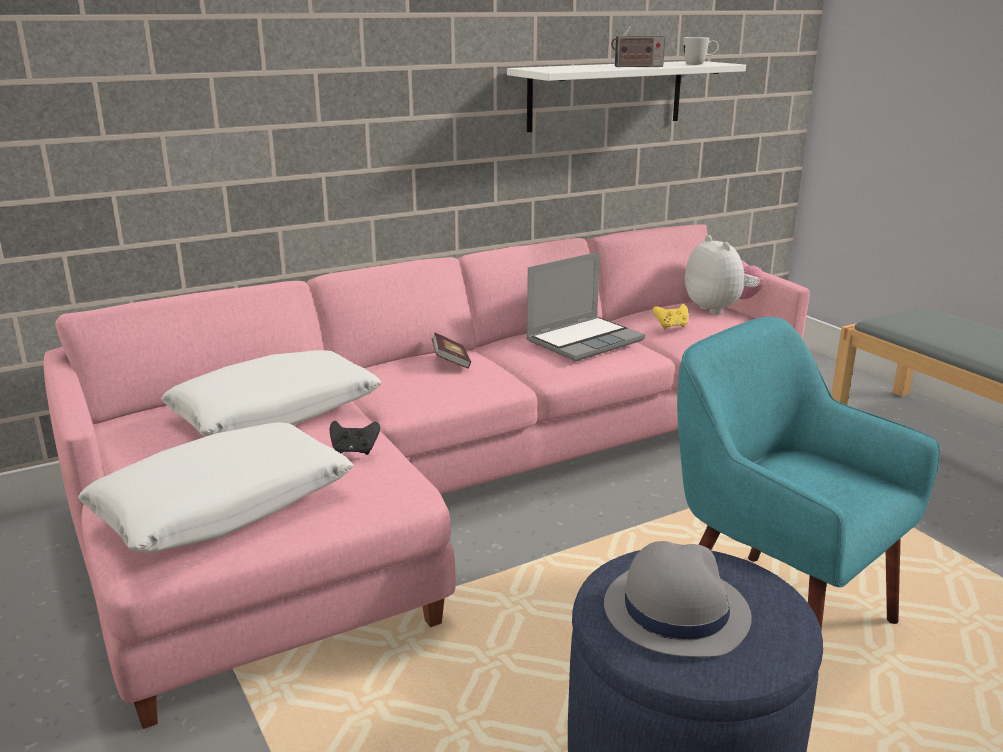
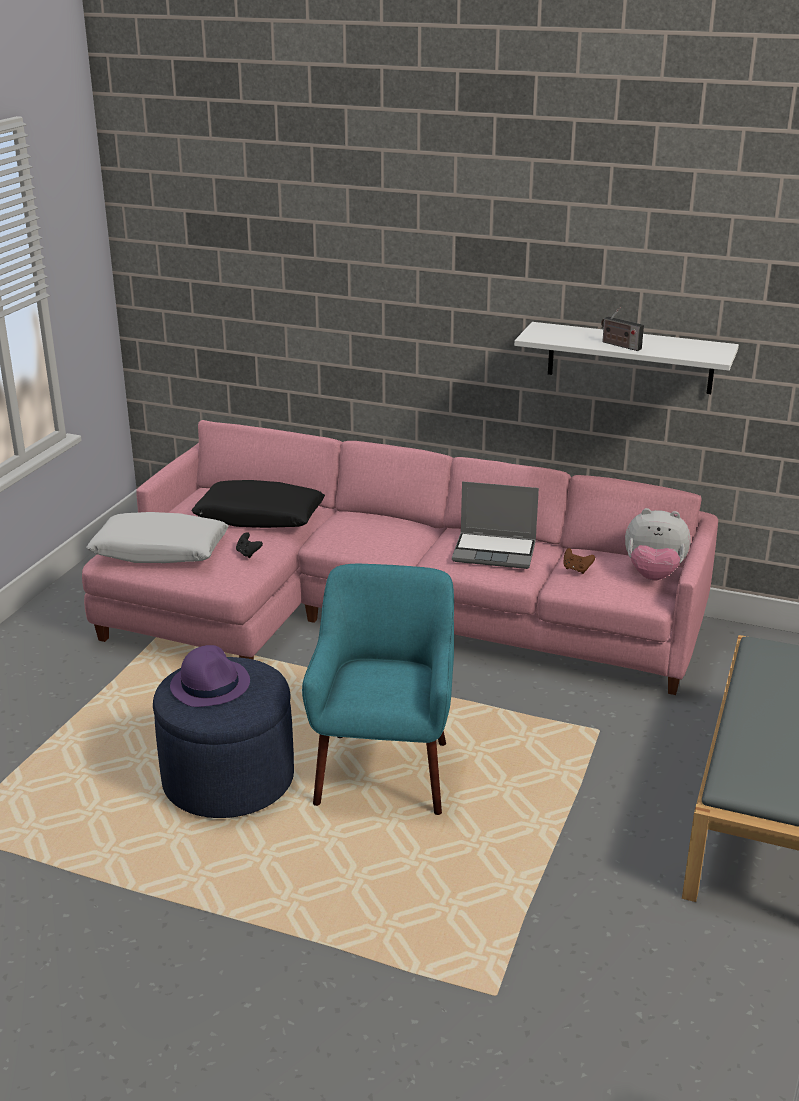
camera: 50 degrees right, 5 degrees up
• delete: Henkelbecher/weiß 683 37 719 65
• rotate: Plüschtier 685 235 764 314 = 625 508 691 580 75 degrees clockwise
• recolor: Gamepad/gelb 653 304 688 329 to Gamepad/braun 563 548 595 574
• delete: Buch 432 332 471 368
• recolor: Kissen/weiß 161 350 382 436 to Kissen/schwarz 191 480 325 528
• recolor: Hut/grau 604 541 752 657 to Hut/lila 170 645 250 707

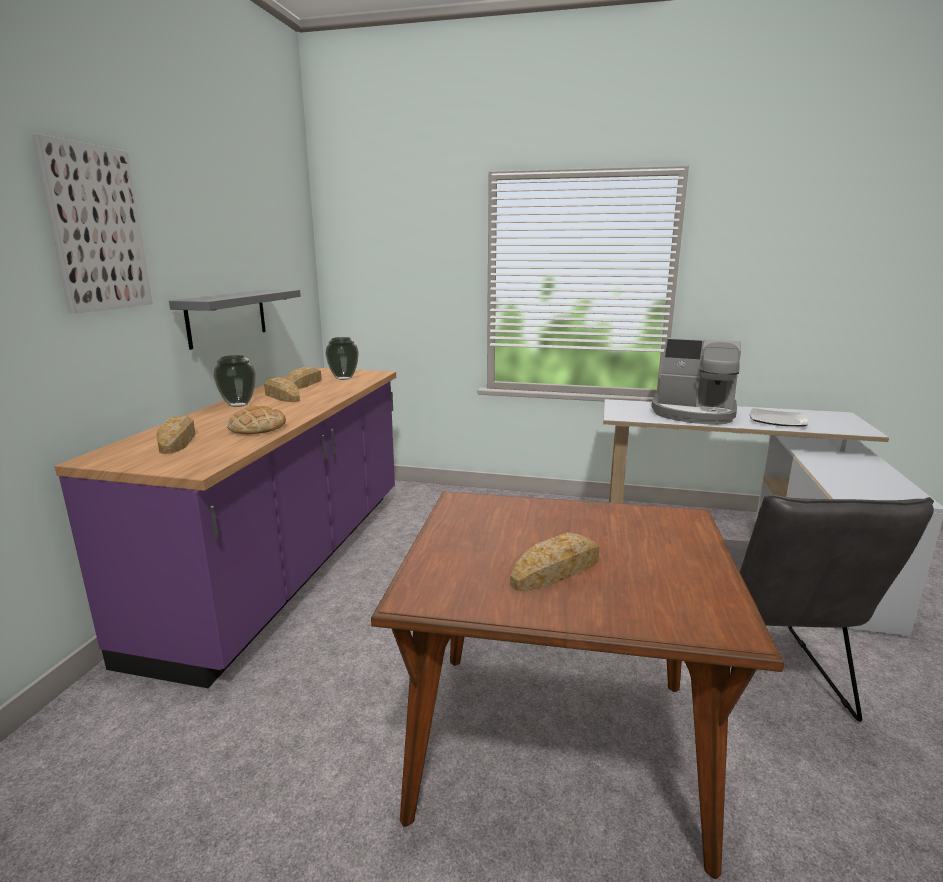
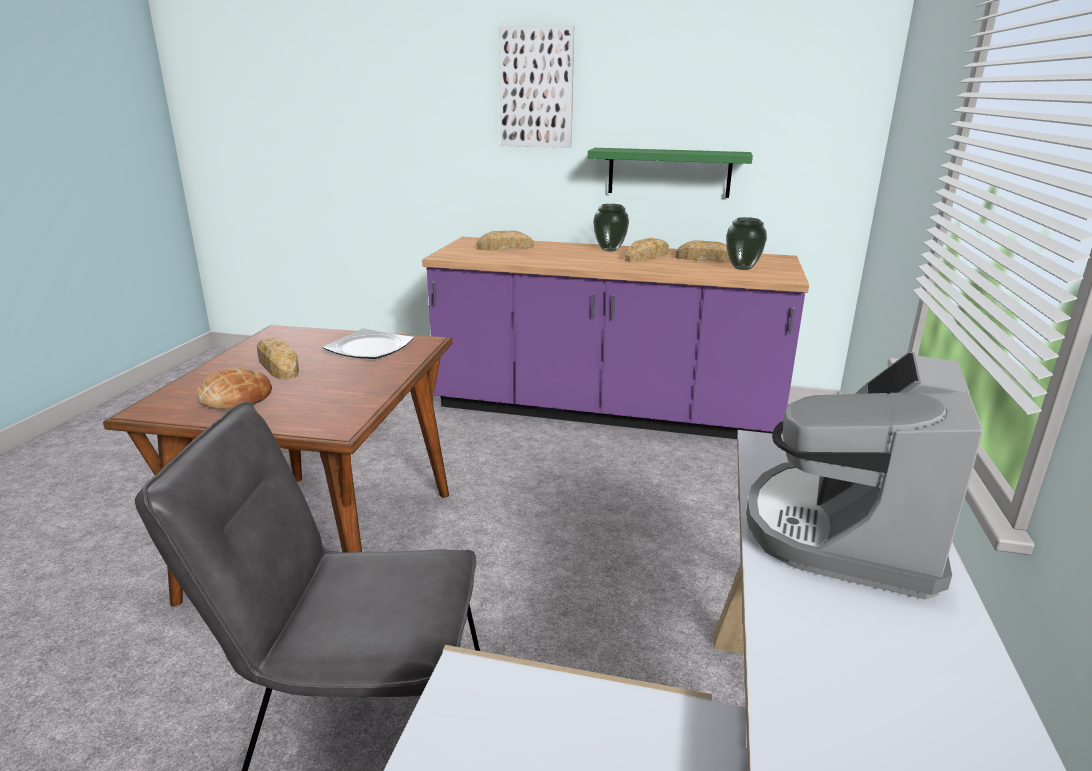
camera: 90 degrees right, 5 degrees up
• recolor: Wandregal/grau 169 289 301 350 to Wandregal/grün 588 148 753 198
• move: Brot 227 406 286 434 to 197 368 272 409
• move: Teller 750 408 808 426 to 322 328 414 359

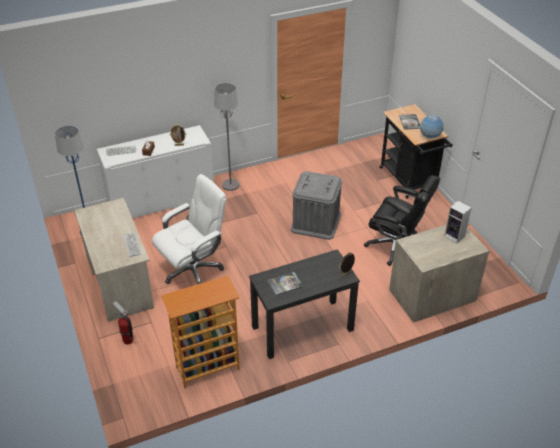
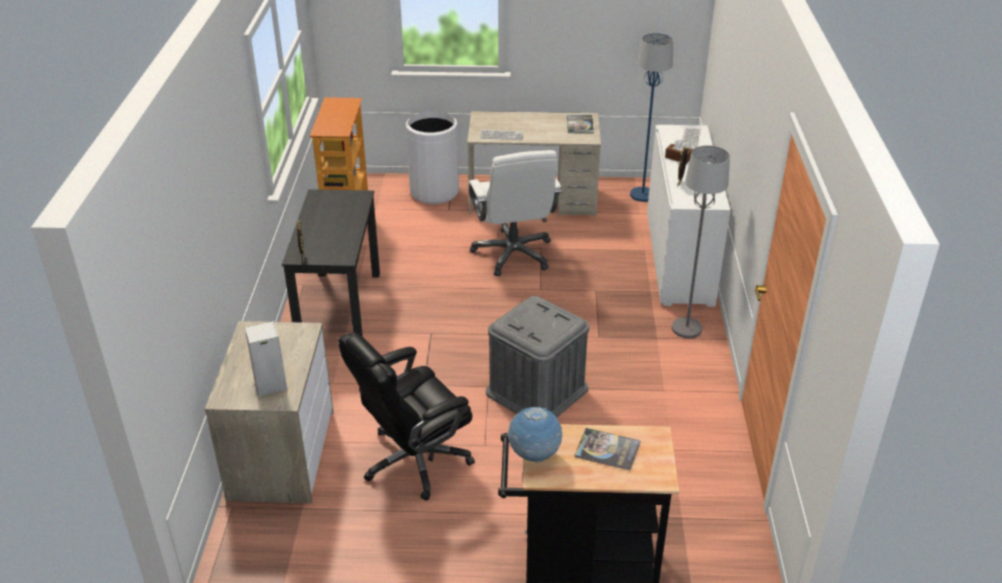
camera: 115 degrees right, 5 degrees down
• move: Buch 267 272 304 296 to 567 115 594 134
• replace: Feuerlöscher 113 301 133 344 to Mülleimer/weiß 406 111 459 204

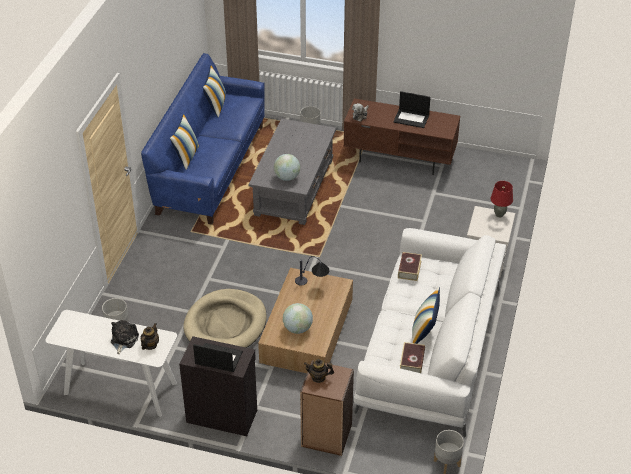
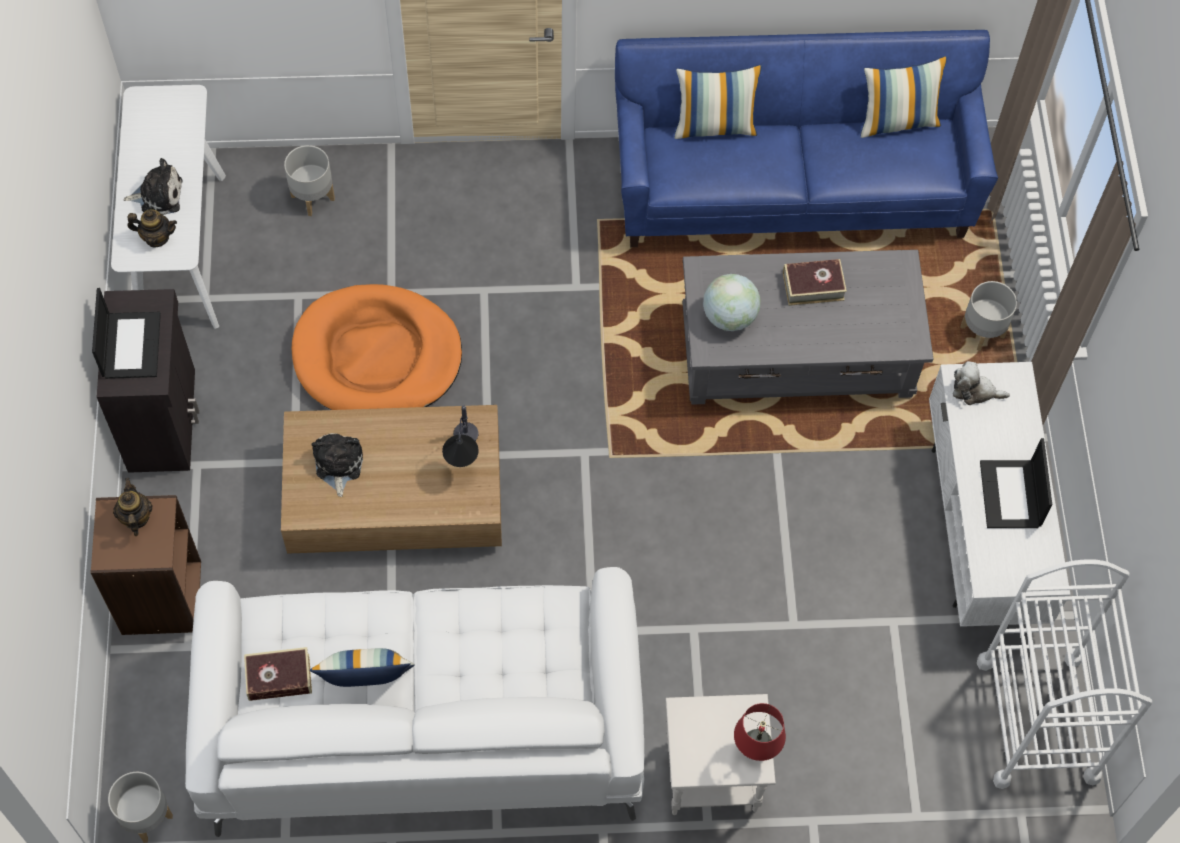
camera: 70 degrees right, 20 degrees up
• recolor: Fernsehschrank/braun 343 98 460 175 to Fernsehschrank/weiß 929 362 1070 627
• move: Buch 398 252 422 281 to 783 259 847 306
• recolor: Hundebett/beige 183 289 266 348 to Hundebett/orange 292 284 462 410
• replace: Globus 283 303 313 334 to Plüschtier 311 433 363 497
• insert: Rollwagen/weiß 977 559 1152 789

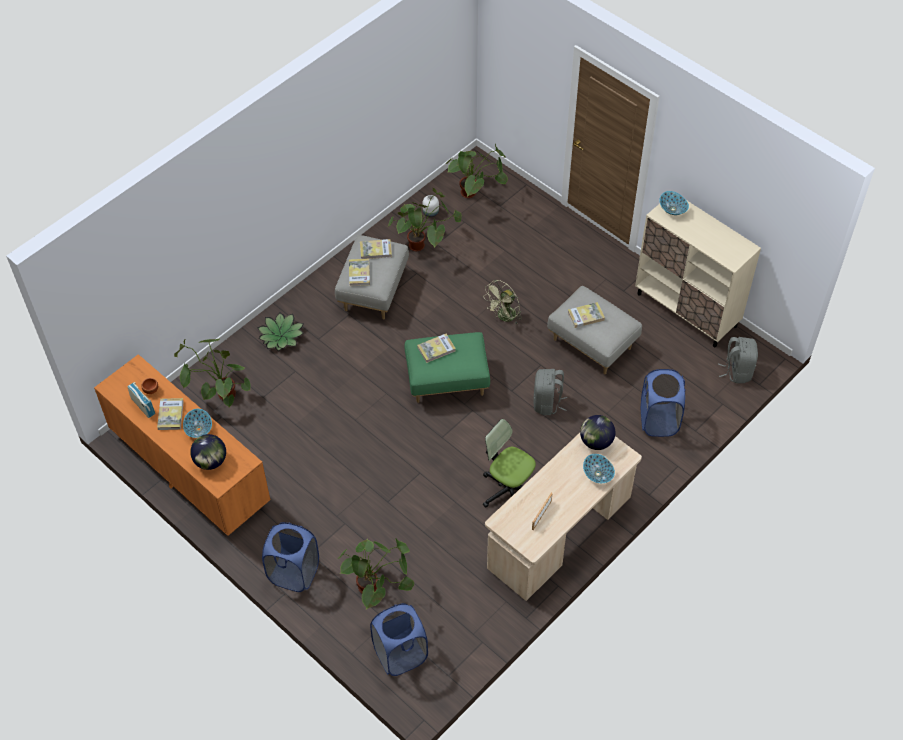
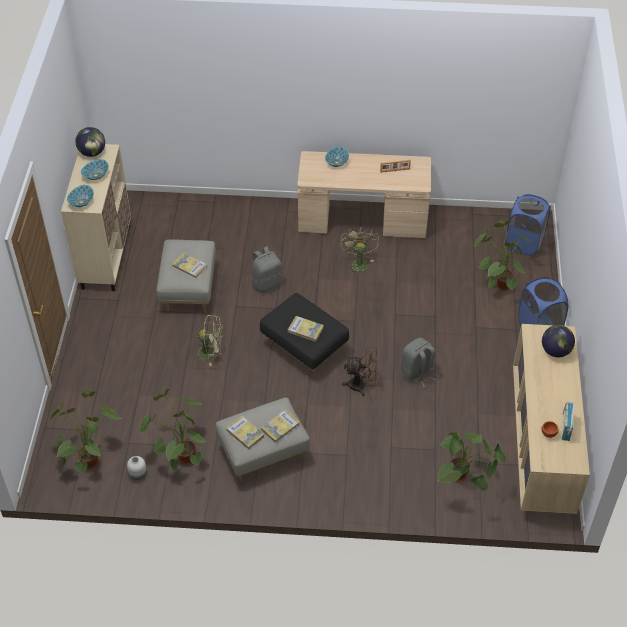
camera: 130 degrees left, 5 degrees down
• delete: Topfpflanze 258 313 304 351
• recolor: Polsterhocker/grün 404 332 490 403 to Polsterhocker/schwarz 260 293 349 376
• move: Rucksack/grau 718 337 758 383 to 401 338 436 387
• recolor: Kommode/orange 94 354 270 536 to Kommode/beige 513 324 590 514
• delete: Wäschekorb/blau 641 369 686 437
• delete: Buch 157 398 184 430
• move: Schüssel 183 409 212 438 to 81 159 109 180
• move: Globus 580 415 616 450 to 76 127 105 157
• replace: Bürostuhl 483 419 536 508 to Ventilator/grün 340 228 379 276
• insert: Ventilator/braun 342 347 377 396

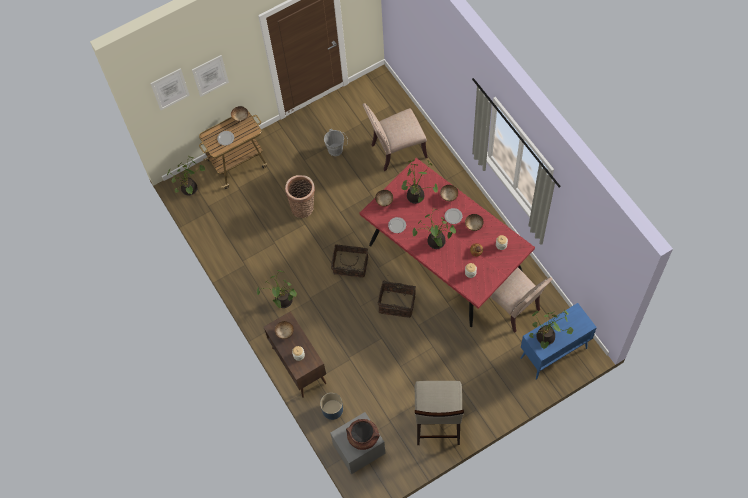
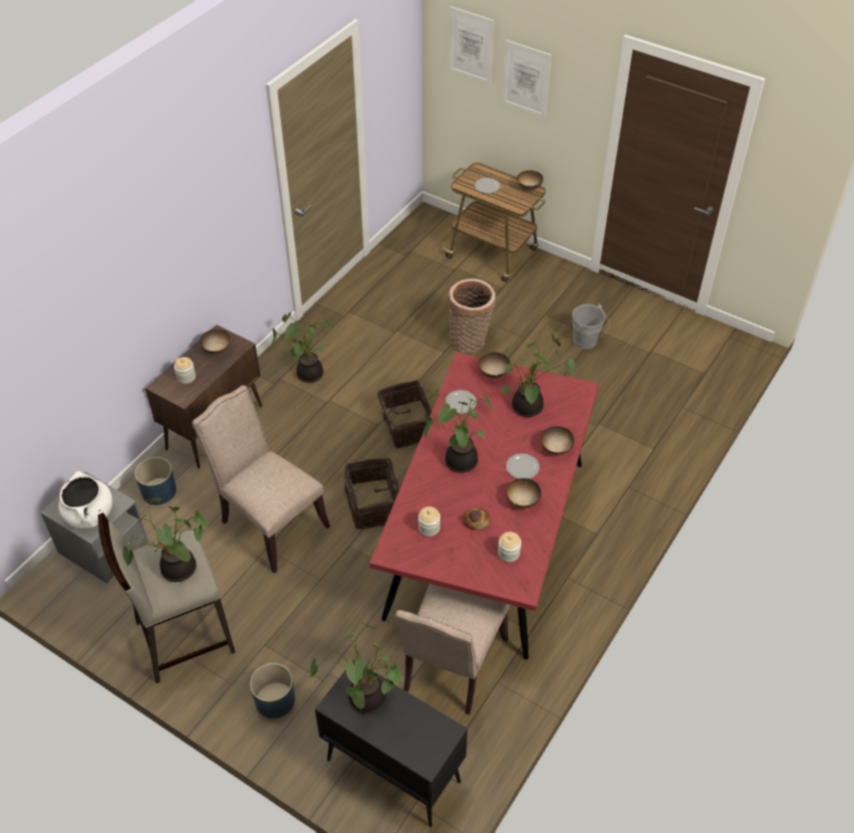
camera: 60 degrees right, 15 degrees down
• move: Stuhl/beige 362 103 428 171 to 192 385 330 574
• move: Topfpflanze 167 156 205 196 to 123 498 208 582
• recolor: Schrank/blau 521 303 597 380 to Schrank/schwarz 315 660 468 827
• recolor: Kochtopf/braun 346 419 380 450 to Kochtopf/weiß 58 471 112 528
• insert: Pflanzkübel/blau 250 663 295 718

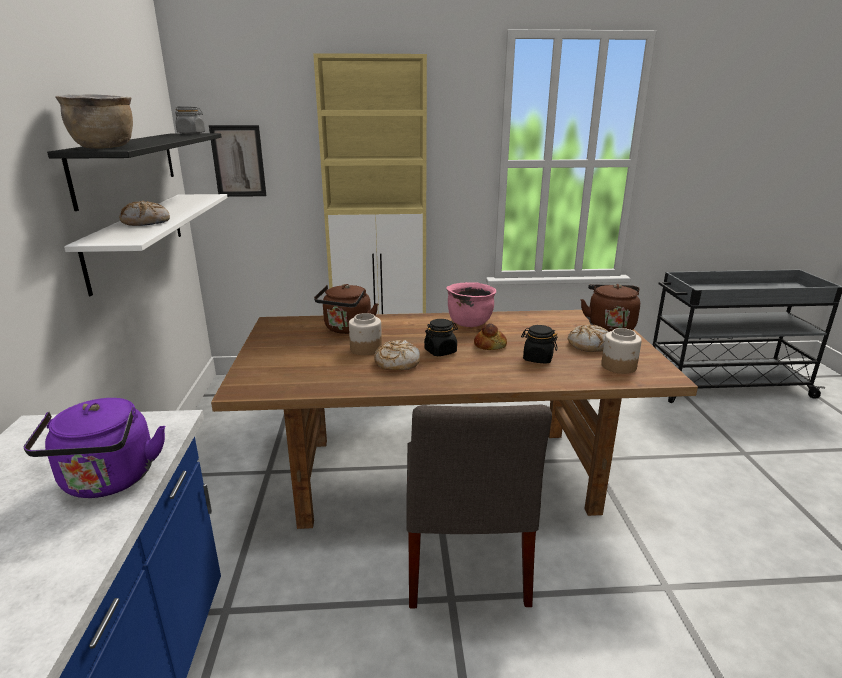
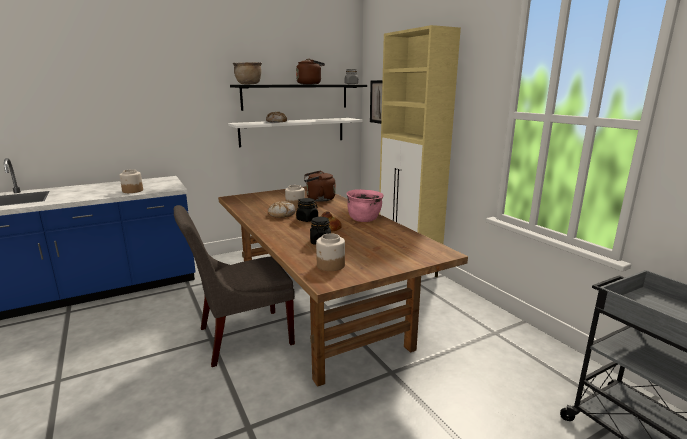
camera: 65 degrees right, 5 degrees down
• move: Wasserkessel/braun 580 284 640 332 to 296 58 325 84
• delete: Brot 568 325 609 352
• replace: Wasserkessel/lila 24 398 165 498 to Vorratsglas 119 169 143 193

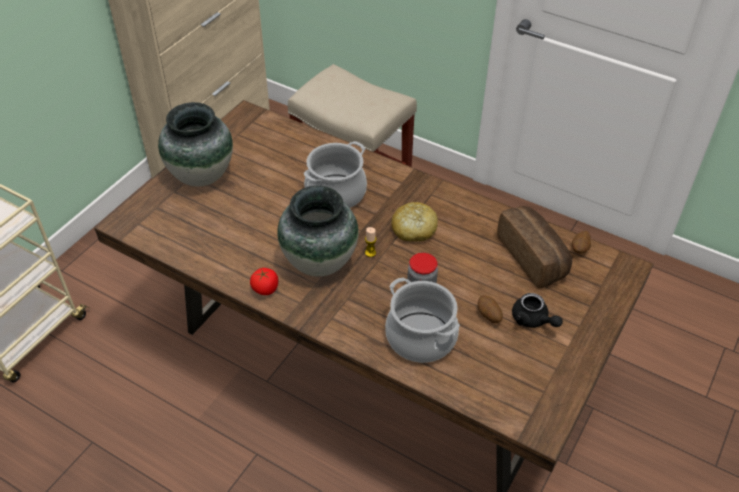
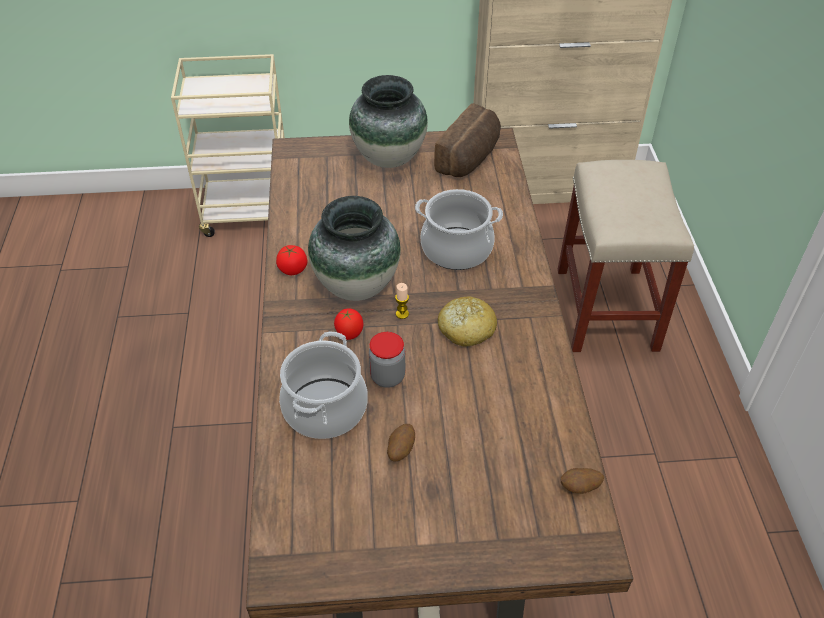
camera: 55 degrees right, 0 degrees up
• move: Brot 497 206 572 288 to 434 103 501 177
• delete: Teekanne/schwarz 512 293 563 328
• insert: Tomate 334 308 363 340

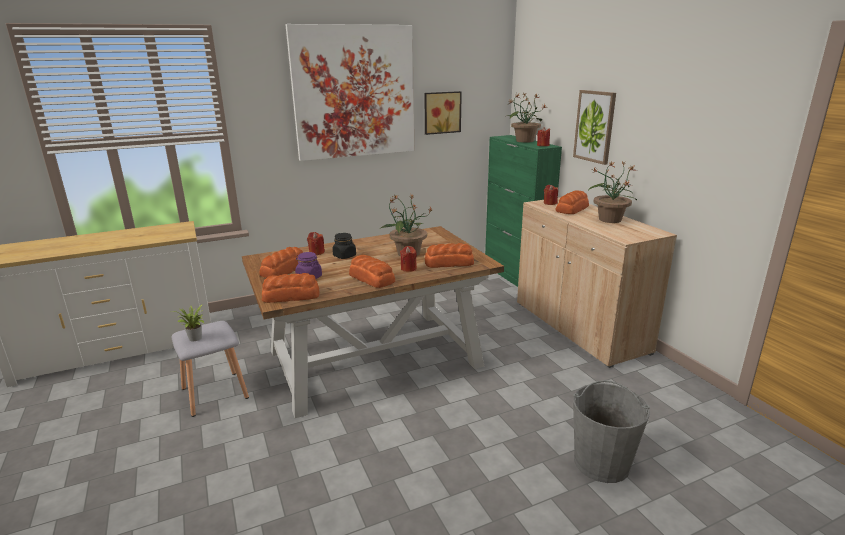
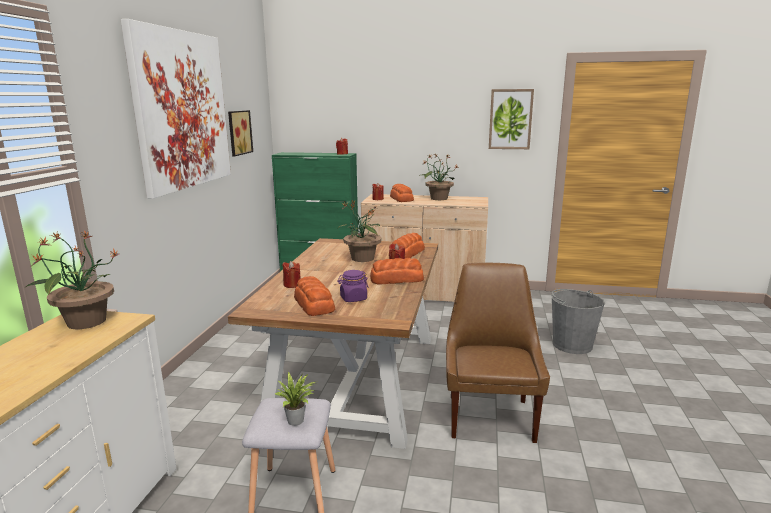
camera: 55 degrees left, 5 degrees down
• move: Bild 573 90 616 165 to 489 89 534 149
• move: Topfpflanze 507 92 548 143 to 26 230 119 329
• delete: Vorratsglas/schwarz 332 233 356 259
• delete: Brot 262 273 320 303
• insert: Stuhl/braun 446 263 550 443

